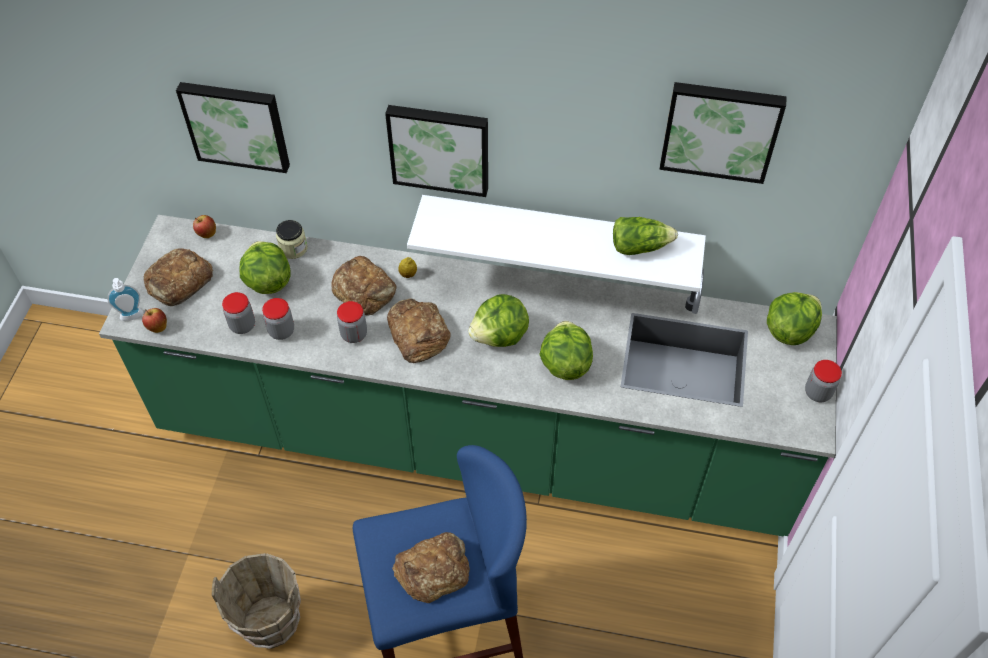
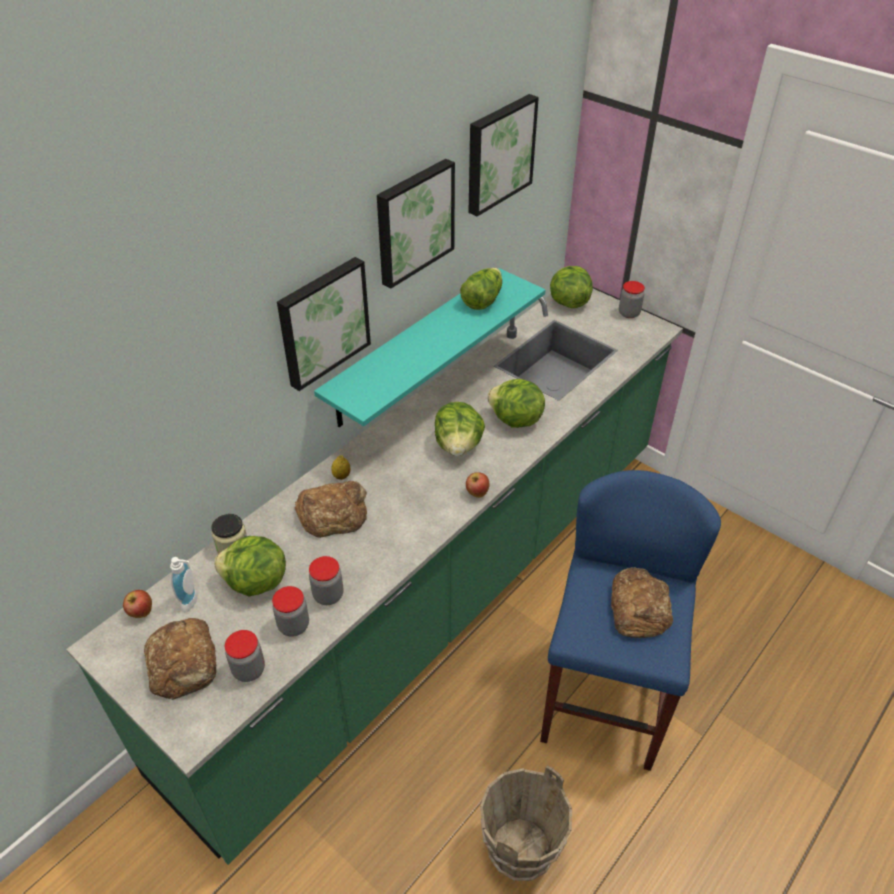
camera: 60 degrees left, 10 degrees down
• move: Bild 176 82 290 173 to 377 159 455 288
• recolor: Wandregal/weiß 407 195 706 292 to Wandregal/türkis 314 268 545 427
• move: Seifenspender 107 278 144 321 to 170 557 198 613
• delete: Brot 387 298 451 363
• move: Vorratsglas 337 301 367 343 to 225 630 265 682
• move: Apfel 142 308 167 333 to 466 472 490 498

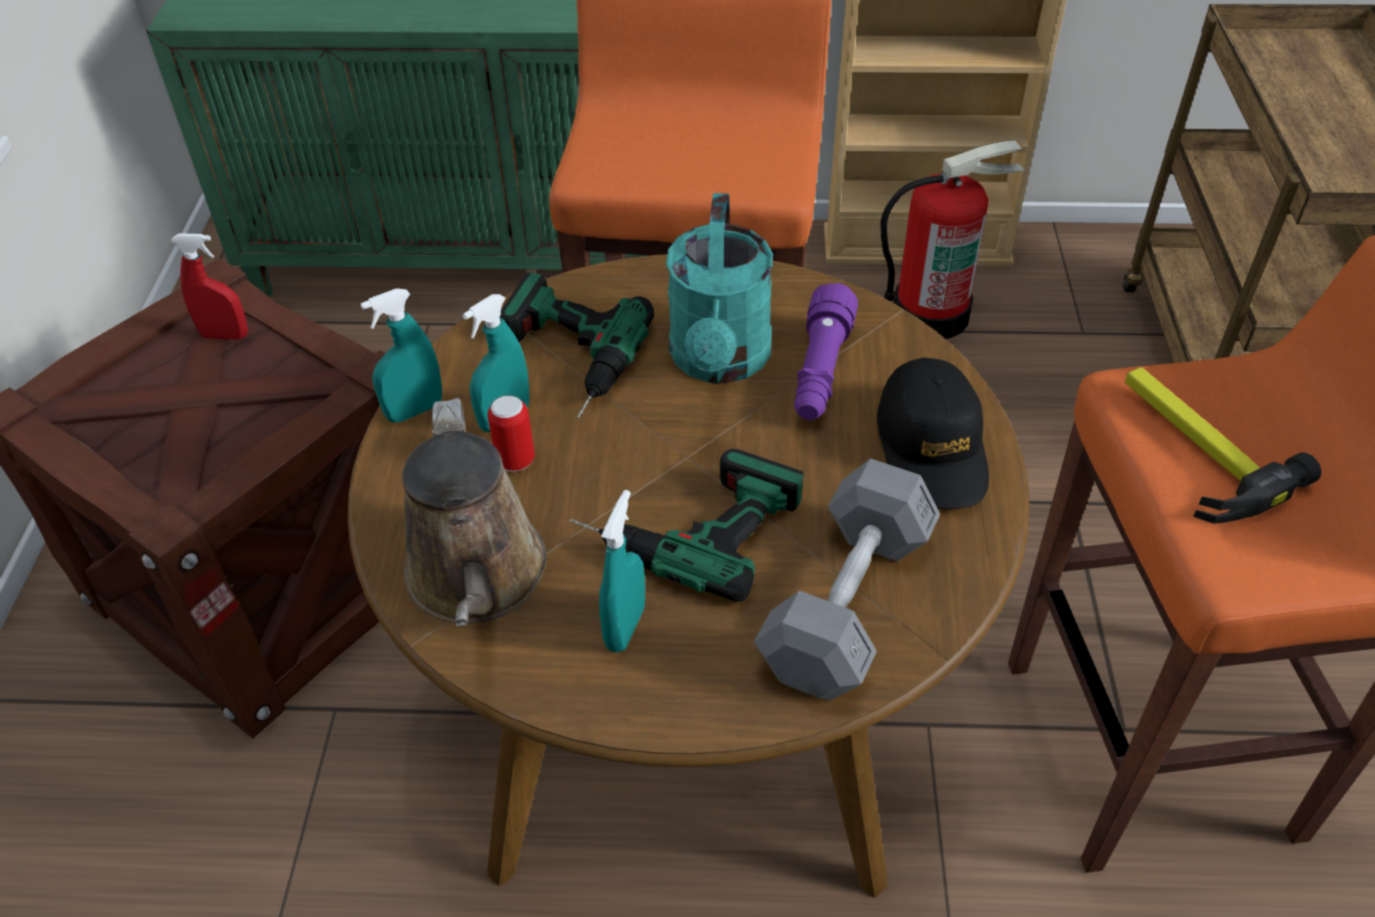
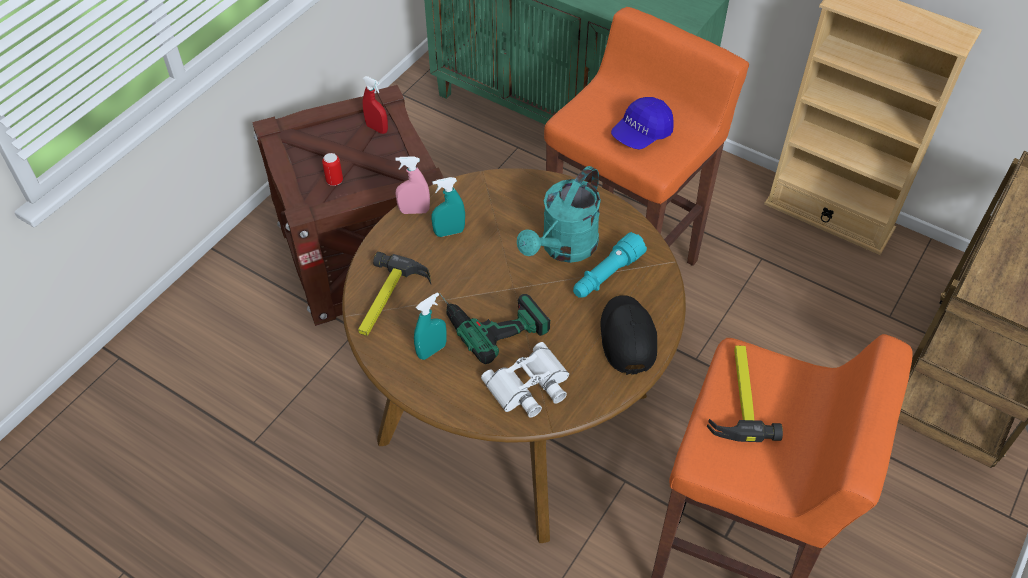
camera: 30 degrees right, 5 degrees up
• delete: Feuerlöscher 880 140 1025 339
• delete: Bohrmaschine 500 273 654 418
• recolor: Taschenlampe/lila 794 283 858 420 to Taschenlampe/türkis 573 232 647 298
• recolor: Sprühflasche/türkis 361 288 442 422 to Sprühflasche/rosa 396 157 430 214
• rotate: Kappe/schwarz 877 357 989 509 = 600 295 657 375 150 degrees clockwise
• move: Dose 488 395 535 472 to 322 153 343 186
• replace: Gießkanne/braun 402 398 547 627 to Hammer 358 252 431 336
• replace: Hantel/grau 754 458 940 701 to Fernglas/weiß 481 342 569 417
• insert: Kappe/blau 611 97 674 149

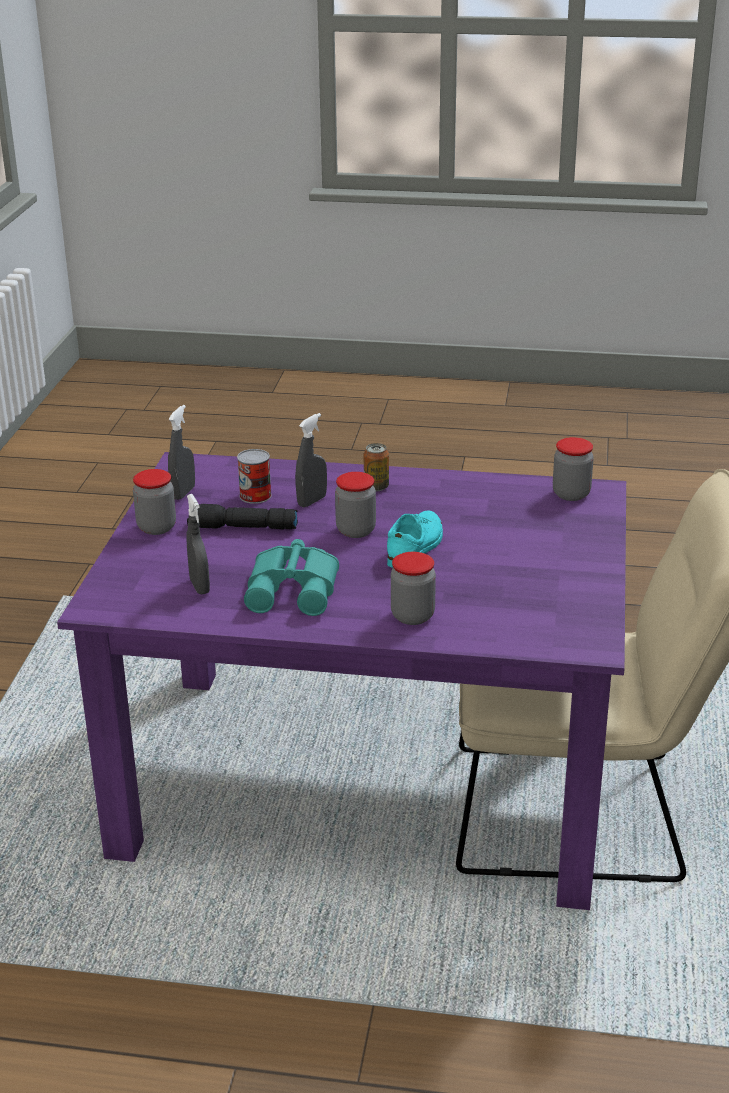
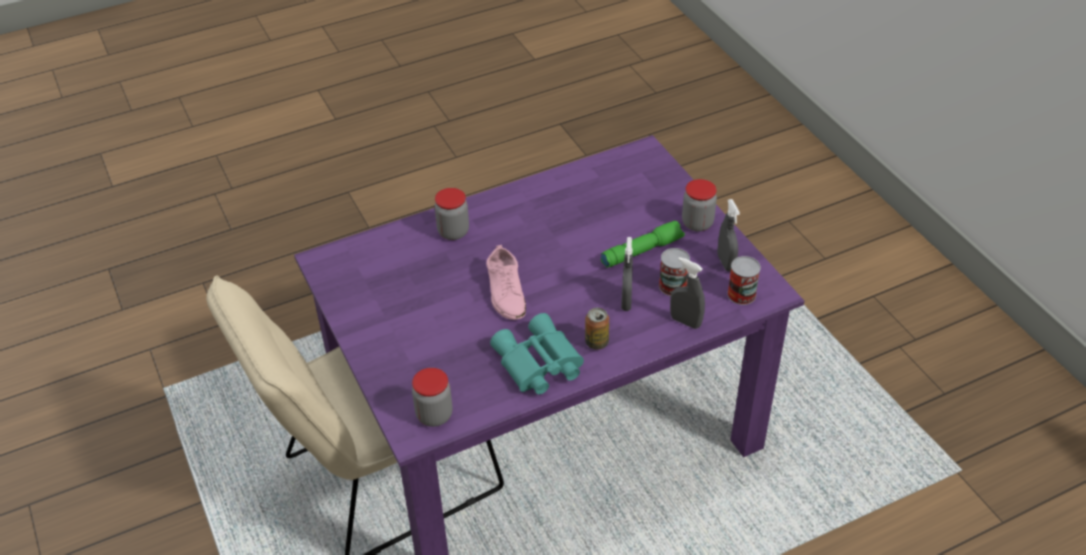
camera: 145 degrees right, 15 degrees up
• delete: Vorratsglas 335 472 376 538
• move: Sprühflasche/grau 187 494 210 595 to 670 257 705 329
• recolor: Taschenlampe/schwarz 187 504 298 529 to Taschenlampe/grün 601 221 685 268
• recolor: Schuh/türkis 387 511 443 568 to Schuh/rosa 486 245 526 320
• move: Fernglas/türkis 244 539 339 616 to 490 313 584 394
• insert: Dose 727 256 761 305

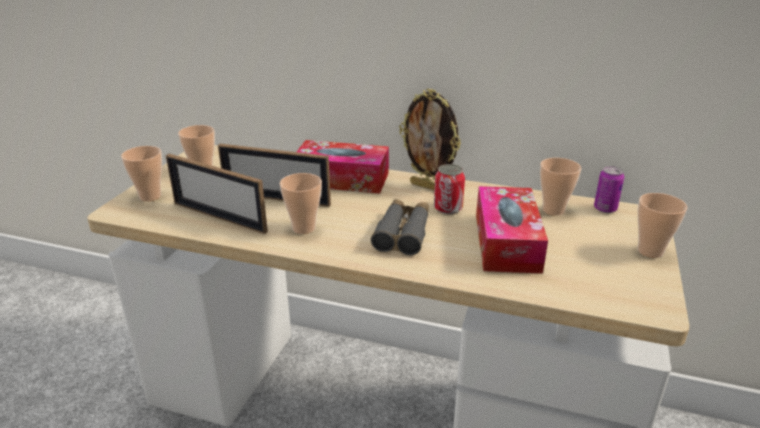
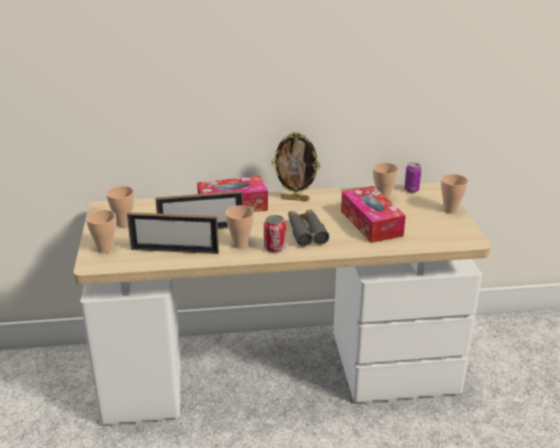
camera: 25 degrees left, 0 degrees up
• move: Dose 434 164 465 214 to 264 215 286 253

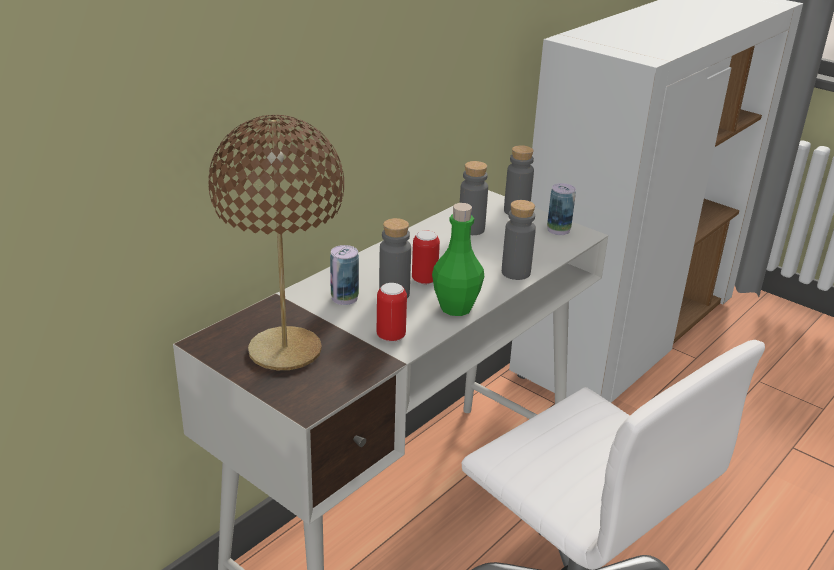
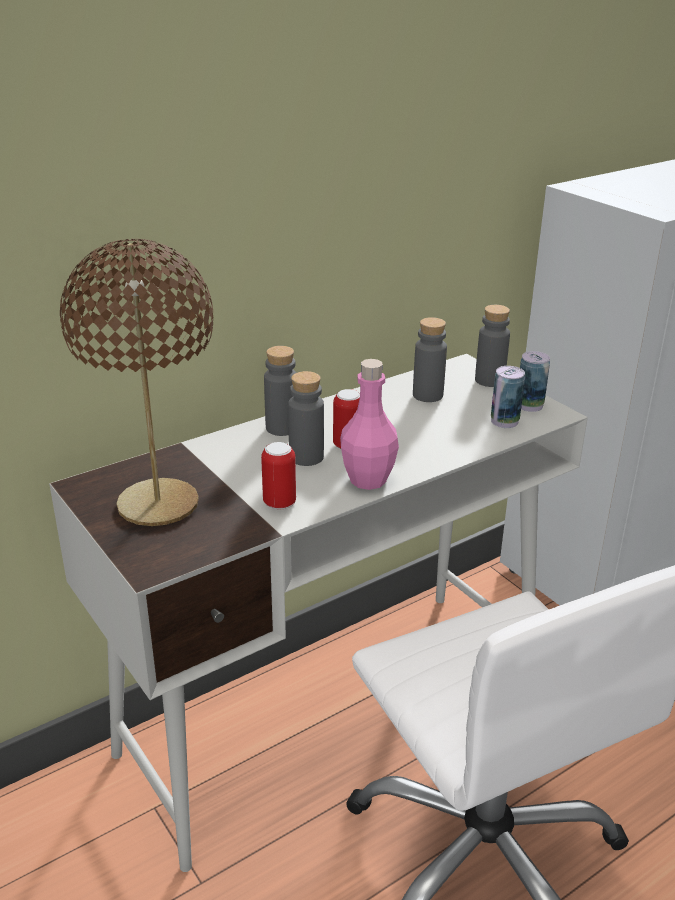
camera: 15 degrees right, 0 degrees up
• move: Flasche/grau 502 200 536 280 to 264 346 297 436
• recolor: Flasche/grün 432 203 484 316 to Flasche/rosa 340 359 399 490
• move: Dose 330 245 359 305 to 491 366 525 428

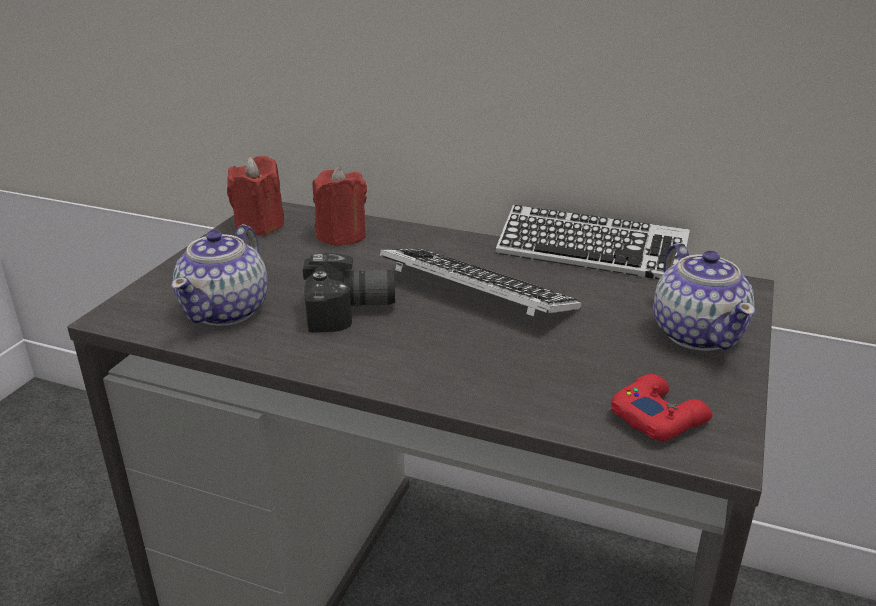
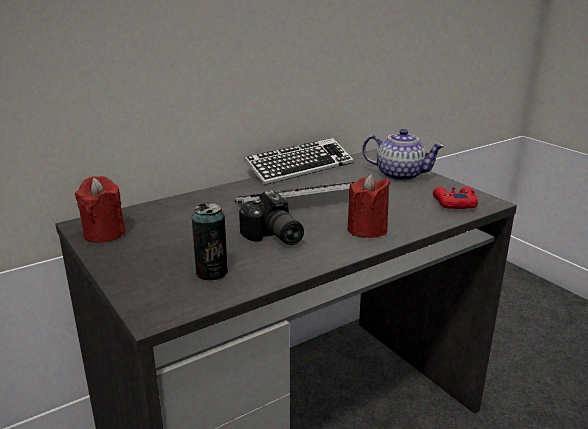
camera: 55 degrees left, 5 degrees down
• move: Kerze/rot 313 166 367 246 to 347 174 390 238
• replace: Teekanne 171 224 267 326 to Dose 192 203 228 281
• rotate: Kamera 303 253 395 333 = 239 190 304 245 120 degrees clockwise

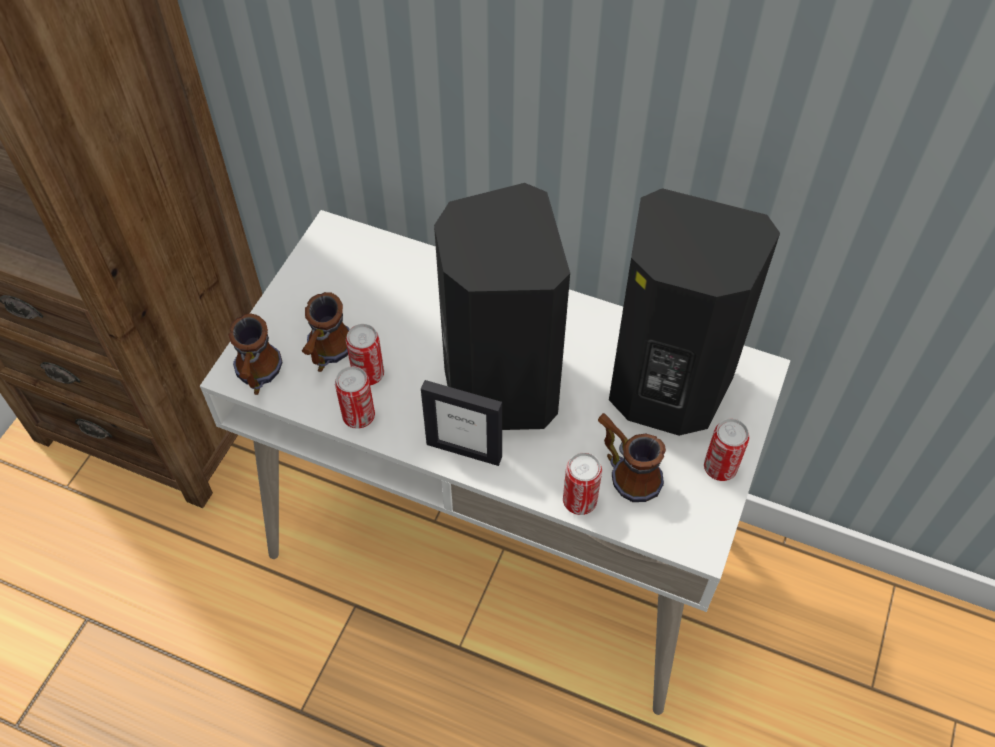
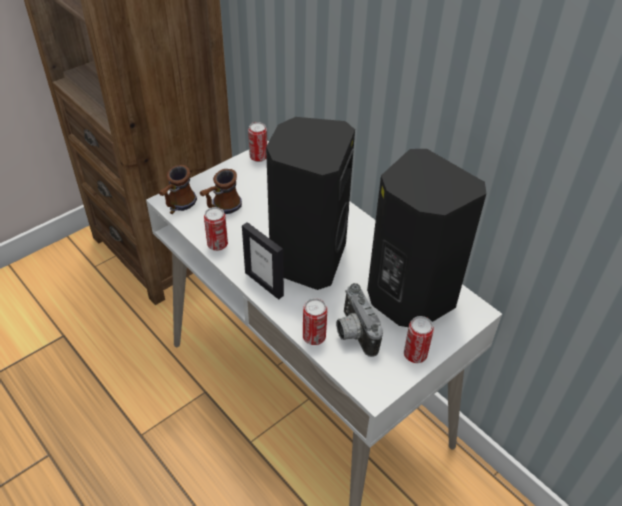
camera: 25 degrees right, 10 degrees down
• move: Dose 346 324 384 385 to 248 122 267 162
• replace: Henkelbecher 598 413 666 502 to Kamera 336 283 383 357

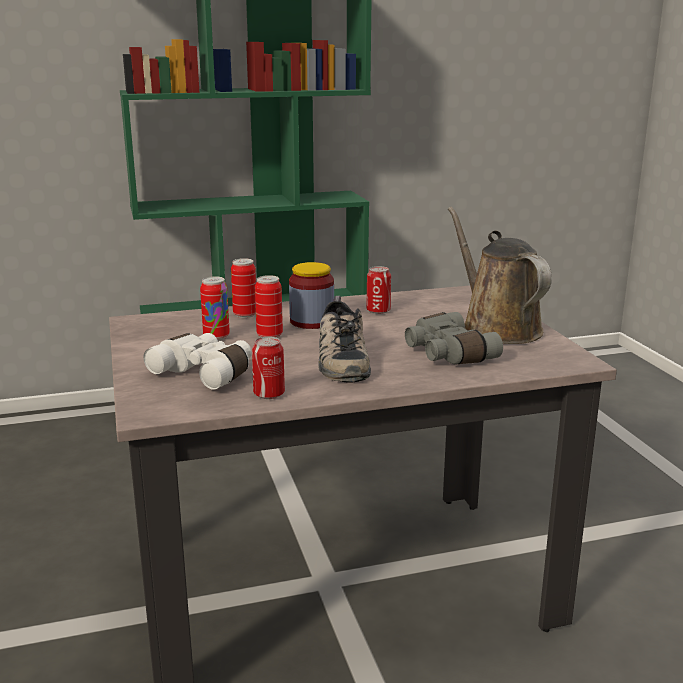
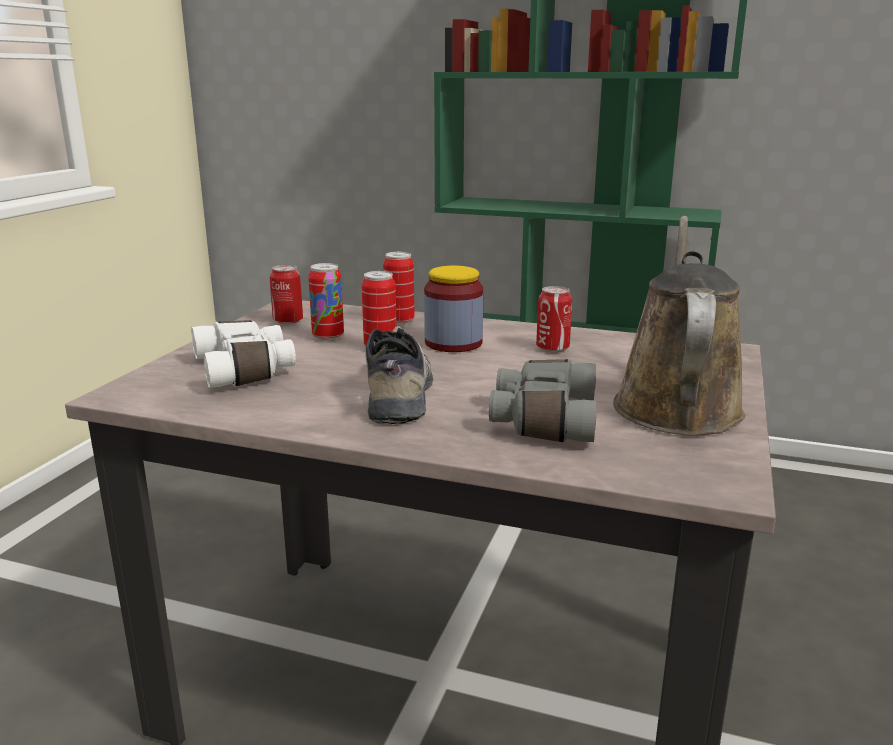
camera: 35 degrees right, 0 degrees up
• rotate: Schuh 318 296 371 383 = 366 326 433 424 150 degrees clockwise
• move: Dose 252 337 285 399 to 270 265 303 324

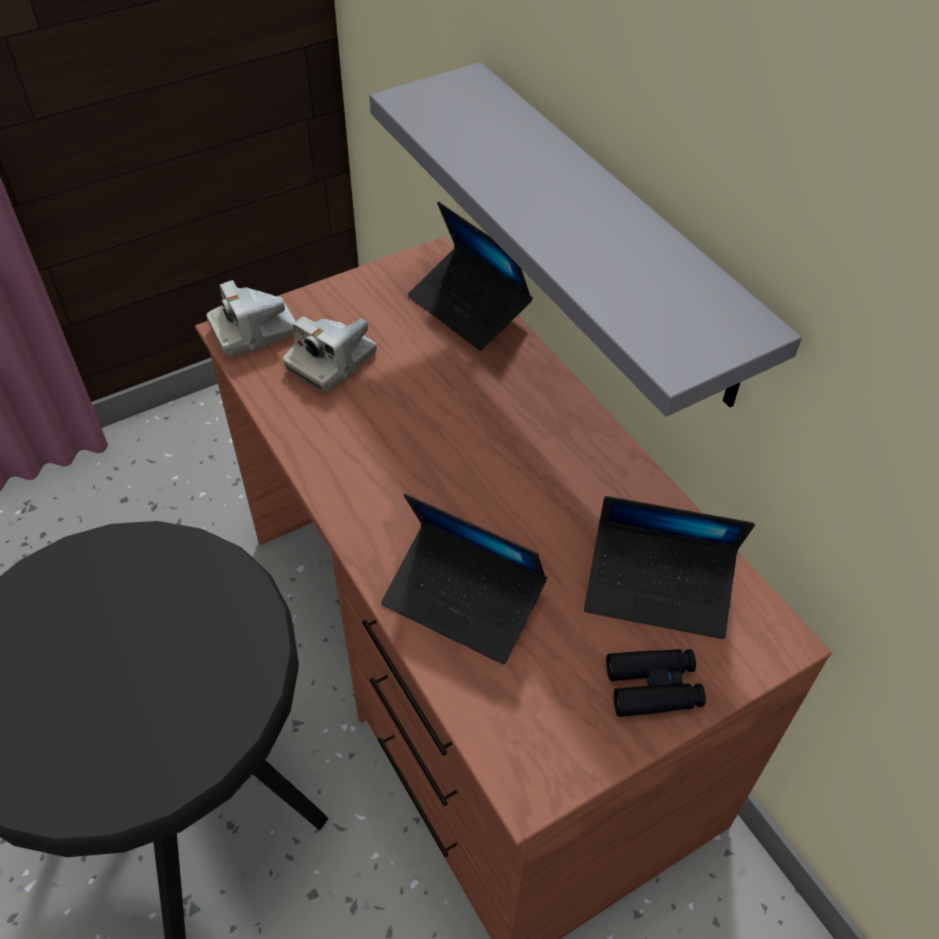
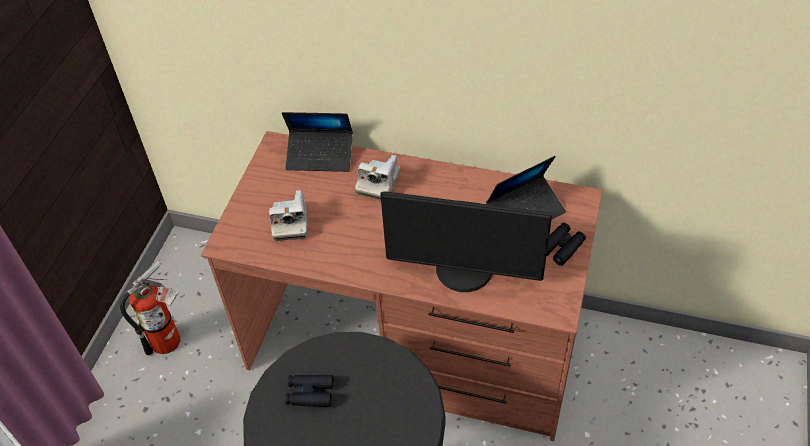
camera: 40 degrees left, 0 degrees up
• delete: Wandregal/grau 369 62 802 417
• move: Kamera 207 280 296 357 to 355 155 400 201
• replace: Laptop 381 494 547 664 to Monitor 380 191 552 292
• insert: Feuerlöscher 119 261 180 355
• insert: Fernglas/schwarz 285 375 334 407

